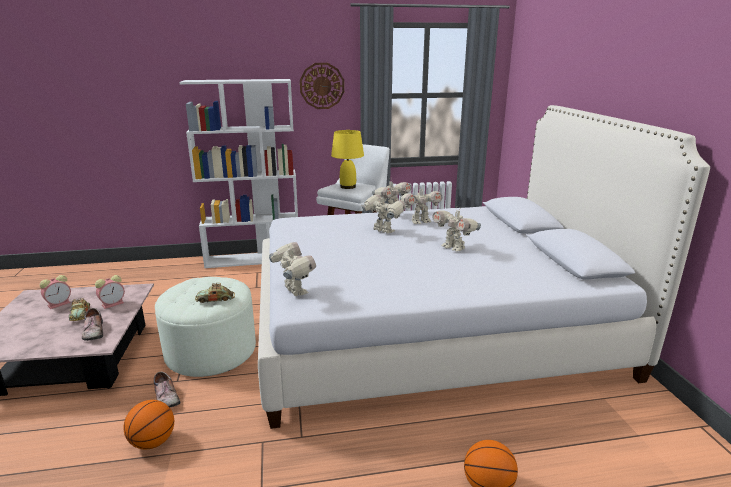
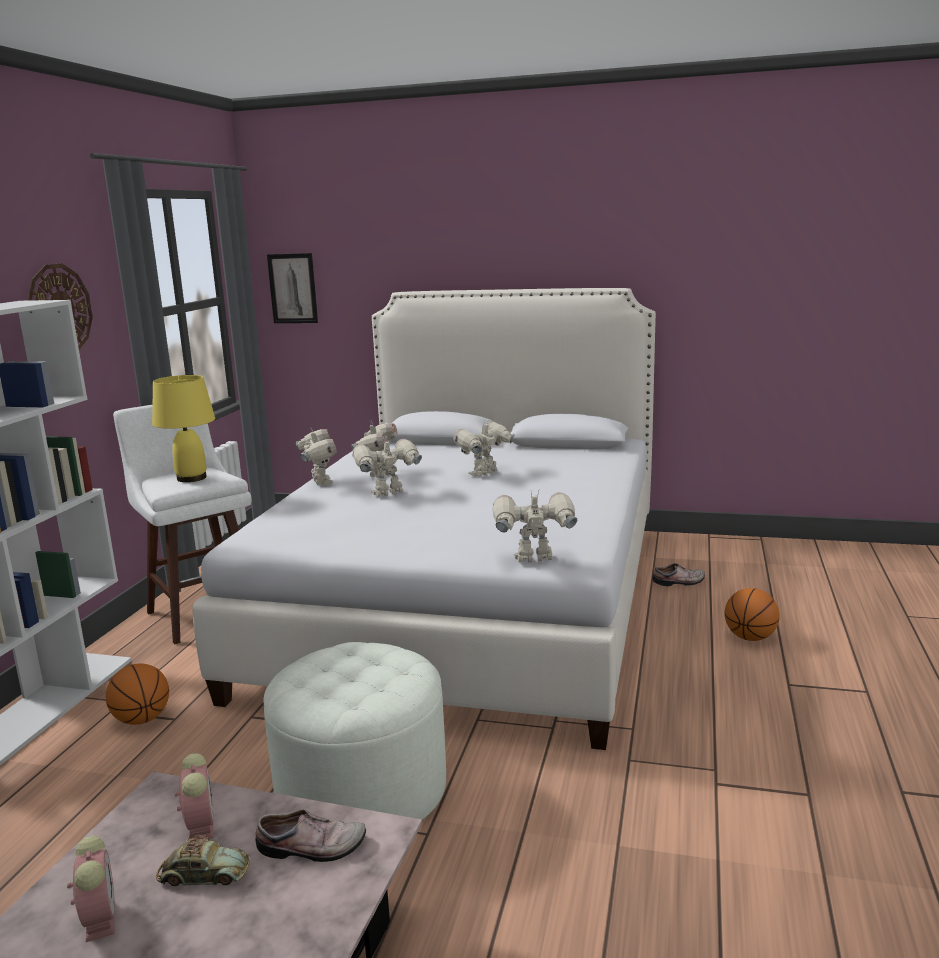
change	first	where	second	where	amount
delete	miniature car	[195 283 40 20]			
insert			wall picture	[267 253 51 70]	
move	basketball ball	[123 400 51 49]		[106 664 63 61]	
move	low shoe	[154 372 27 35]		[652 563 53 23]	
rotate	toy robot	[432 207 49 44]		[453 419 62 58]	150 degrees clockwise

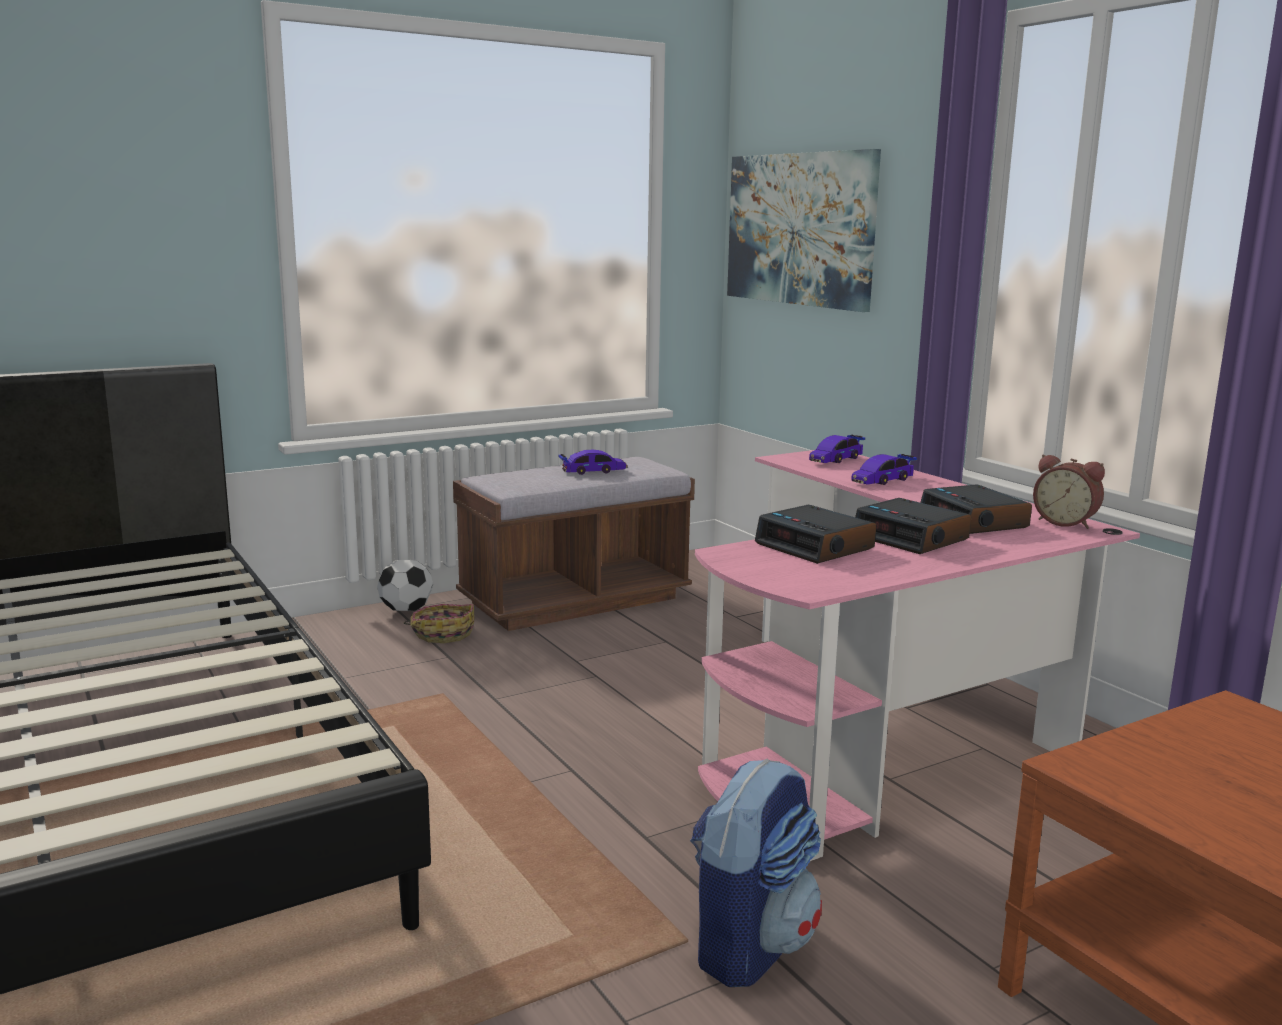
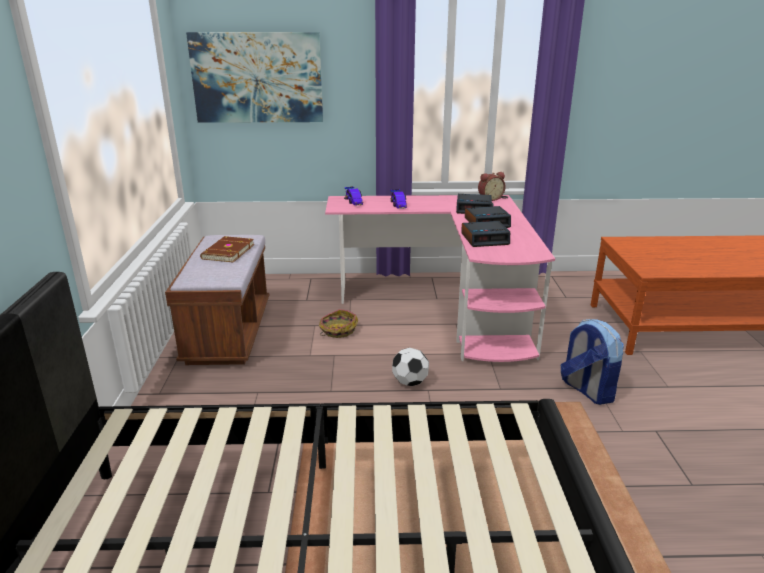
change	first	where	second	where	amount
move	football	[377 560 56 51]		[392 348 37 38]	
move	household basket	[404 604 71 39]		[319 309 39 29]	
replace	miniature car	[558 450 70 25]	brown book	[200 236 55 26]	

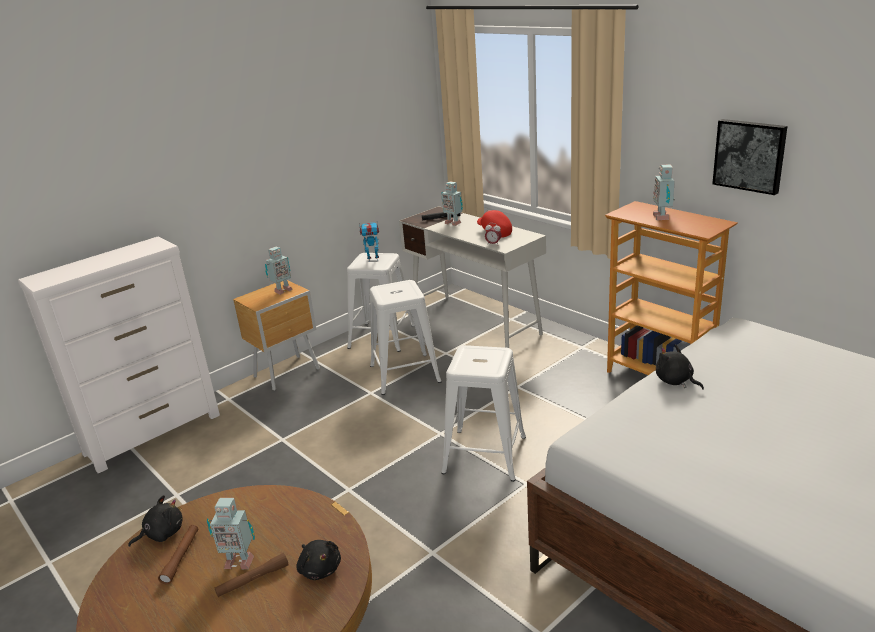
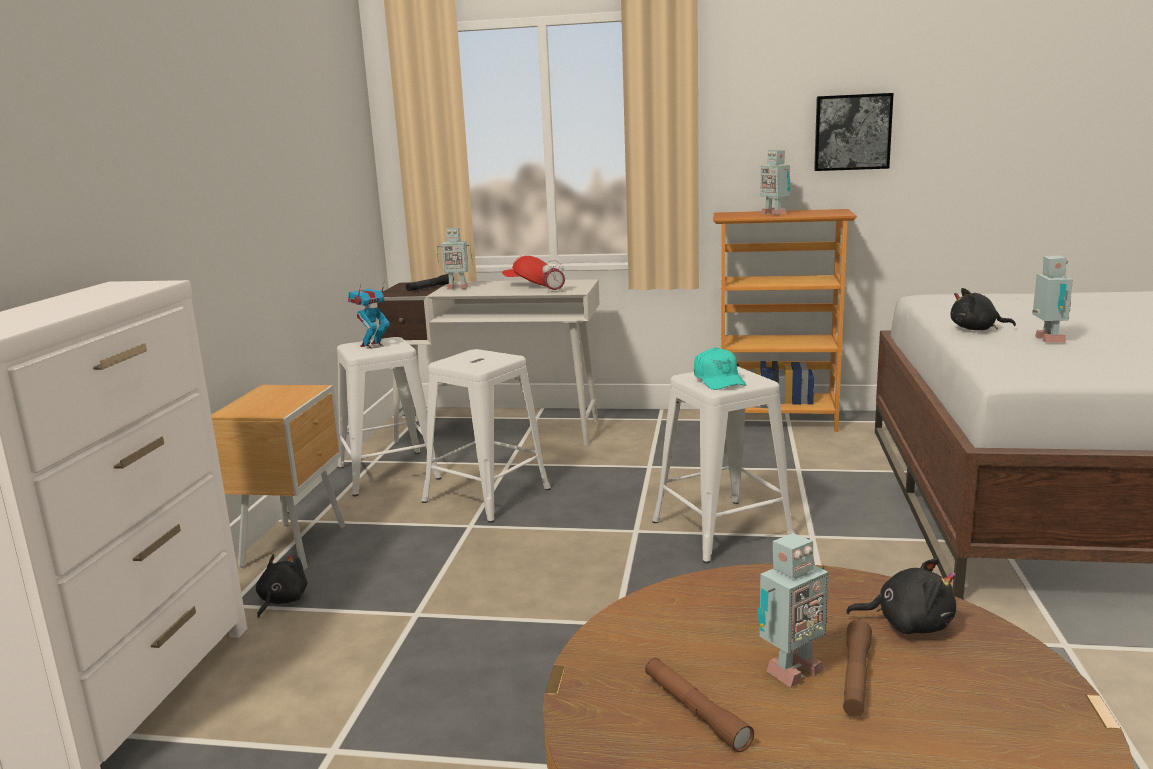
change	first	where	second	where	amount
insert			blue-green cap	[694 347 52 43]	
move	black-coloured plush toy	[128 495 55 52]		[256 553 51 65]	
move	toy robot	[265 247 28 48]		[1032 255 41 88]	

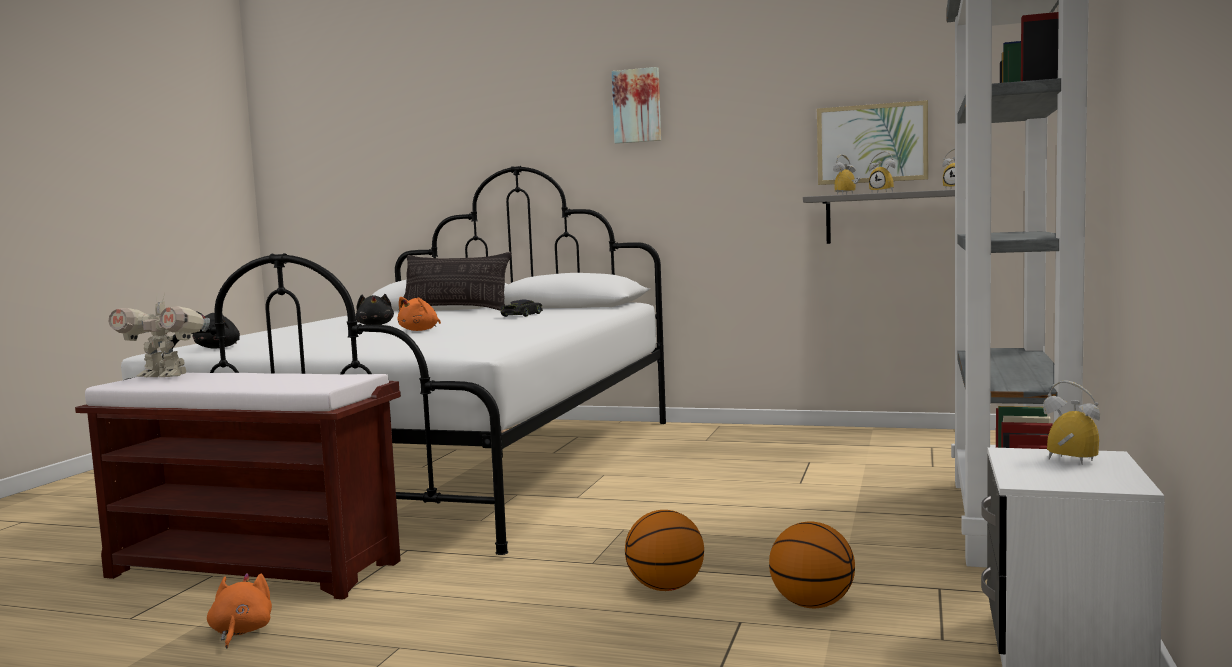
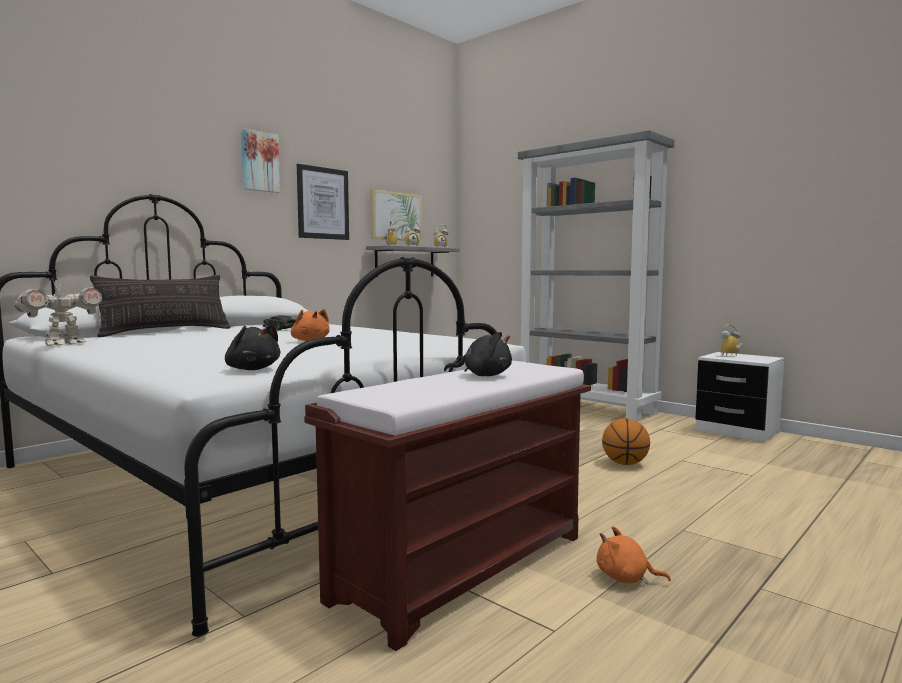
change	first	where	second	where	amount
delete	basketball ball	[769 522 86 86]			
insert			wall picture	[297 164 52 76]	
move	toy robot	[108 293 102 84]		[14 278 89 68]	
move	black-coloured plush toy	[355 294 39 31]		[444 332 68 44]	

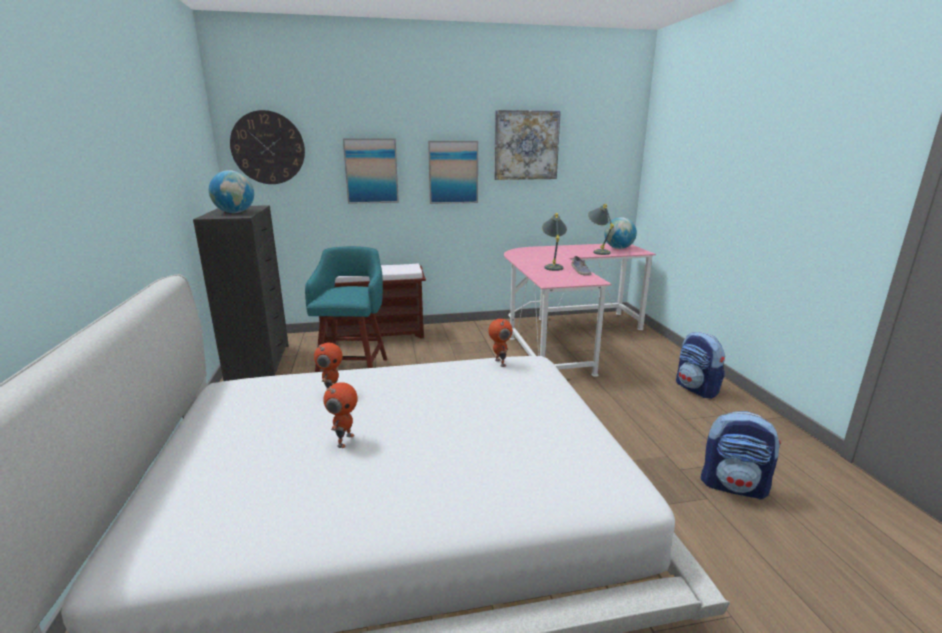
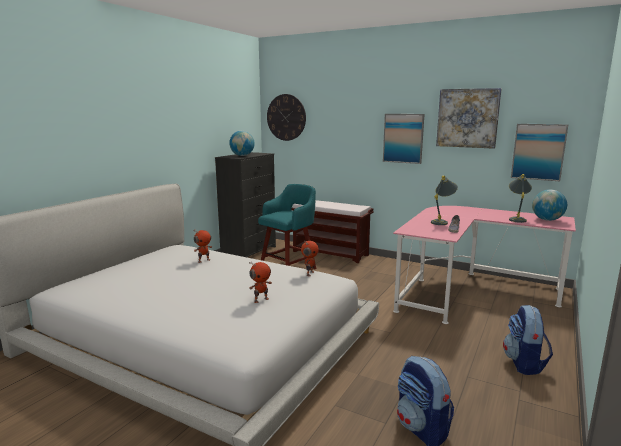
change	first	where	second	where	amount
move	toy robot	[323 382 35 66]		[249 261 23 42]	
move	wall picture	[343 138 56 66]		[511 124 58 57]	

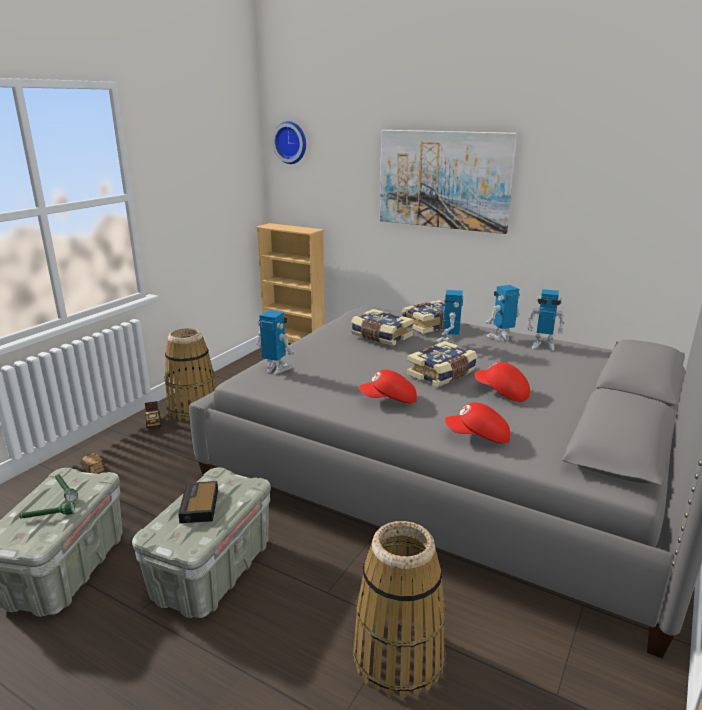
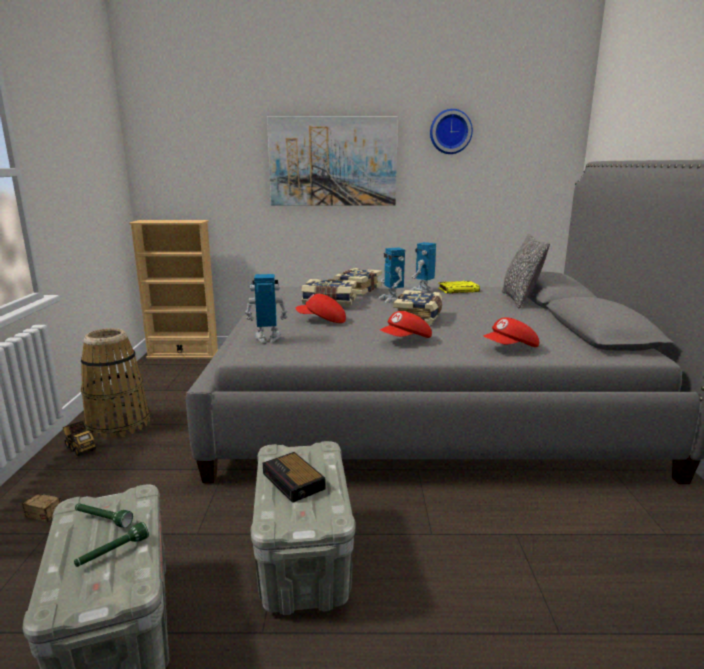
change	first	where	second	where	amount
delete	household basket	[353 521 93 177]			
insert			pillow	[502 234 48 74]	
move	wall clock	[272 121 34 43]		[430 109 43 45]	
move	red cap	[475 362 55 40]		[296 294 50 29]	
replace	toy robot	[528 289 37 62]	yellowish book	[438 281 42 12]	

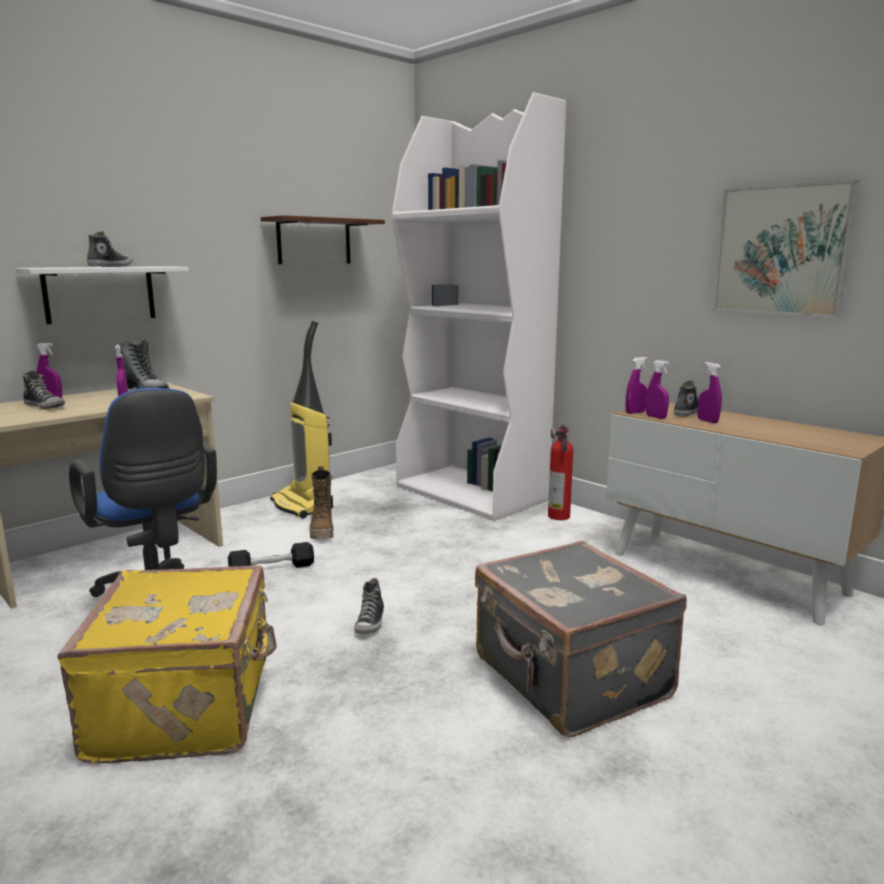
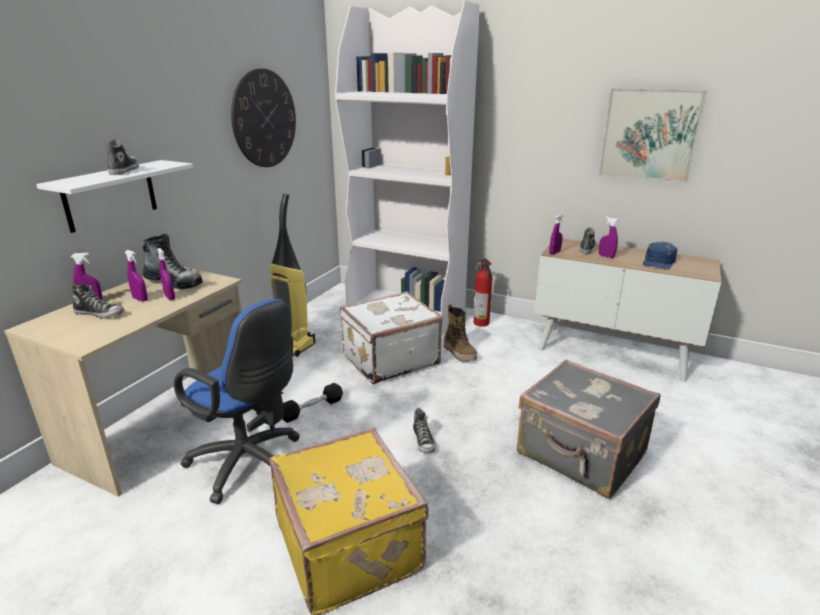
change	first	where	second	where	amount
insert			white suitcase	[340 291 103 93]	
insert			blue cap	[643 242 34 28]	
move	tall boot	[310 466 23 73]		[444 304 33 58]	
move	purplish sprayer	[646 360 23 59]		[125 250 23 51]	
replace	brown shelf	[261 215 124 49]	wall clock	[231 68 65 99]	

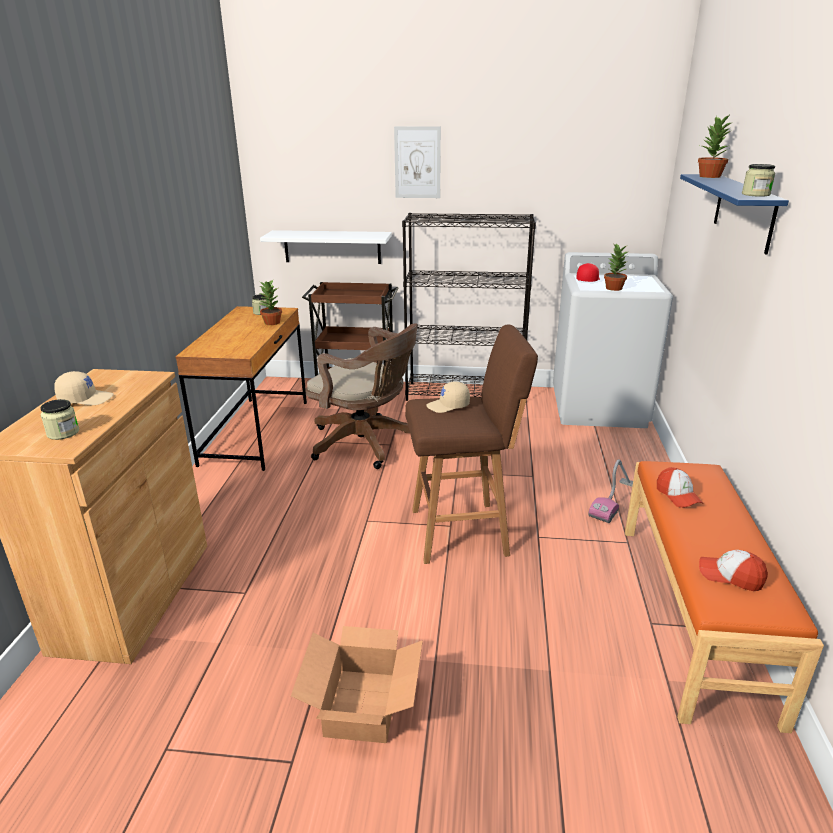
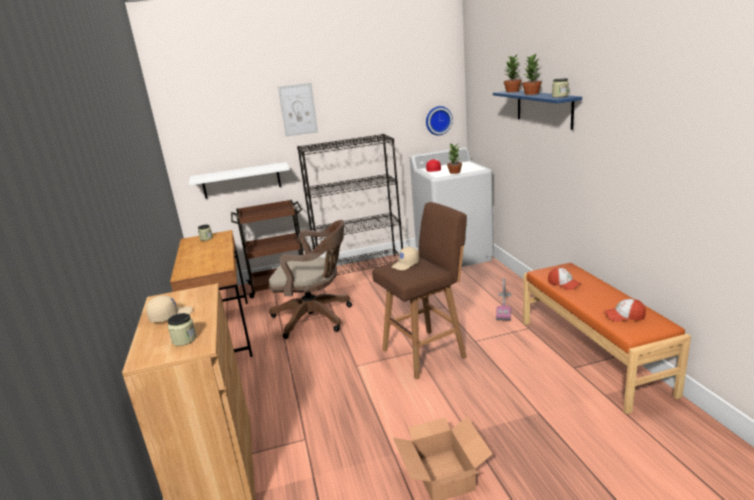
change	first	where	second	where	amount
insert			wall clock	[426 106 27 29]	
move	houseplant	[258 280 24 45]		[522 54 20 41]	

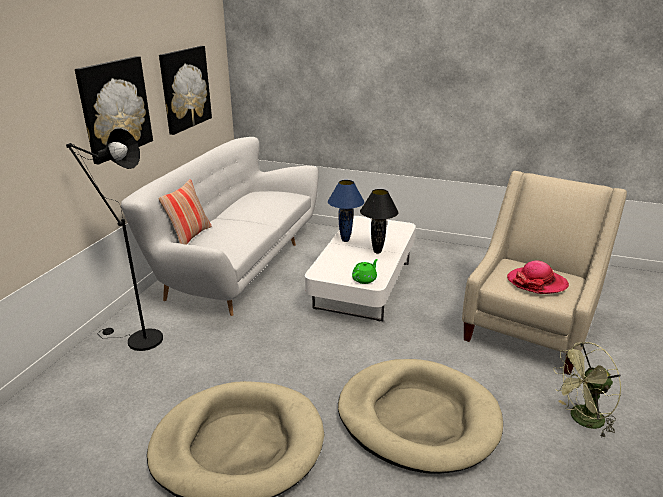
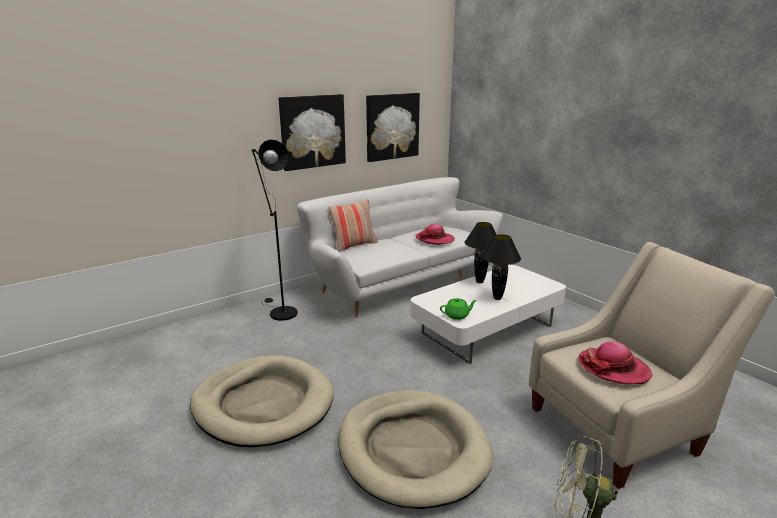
change	first	where	second	where	amount
insert			clothing hat	[416 224 39 21]	
recolor	blue lamp for a table	[328 180 36 62]	black-coloured lamp for a table	[465 222 31 61]	

